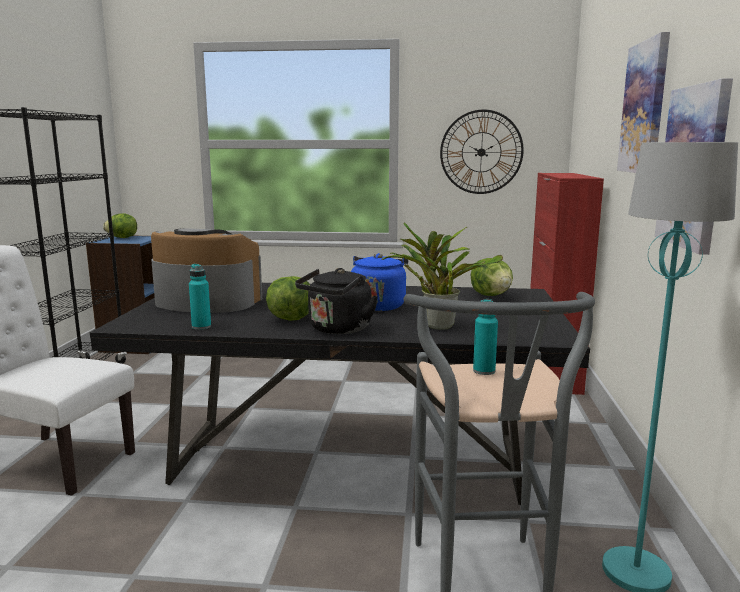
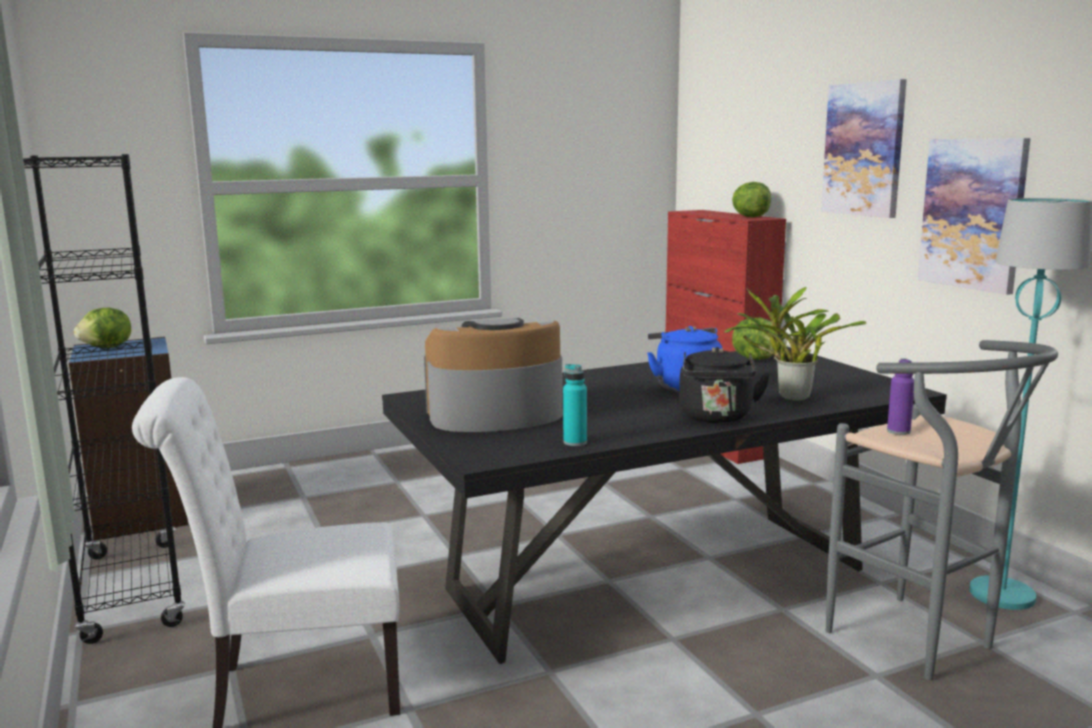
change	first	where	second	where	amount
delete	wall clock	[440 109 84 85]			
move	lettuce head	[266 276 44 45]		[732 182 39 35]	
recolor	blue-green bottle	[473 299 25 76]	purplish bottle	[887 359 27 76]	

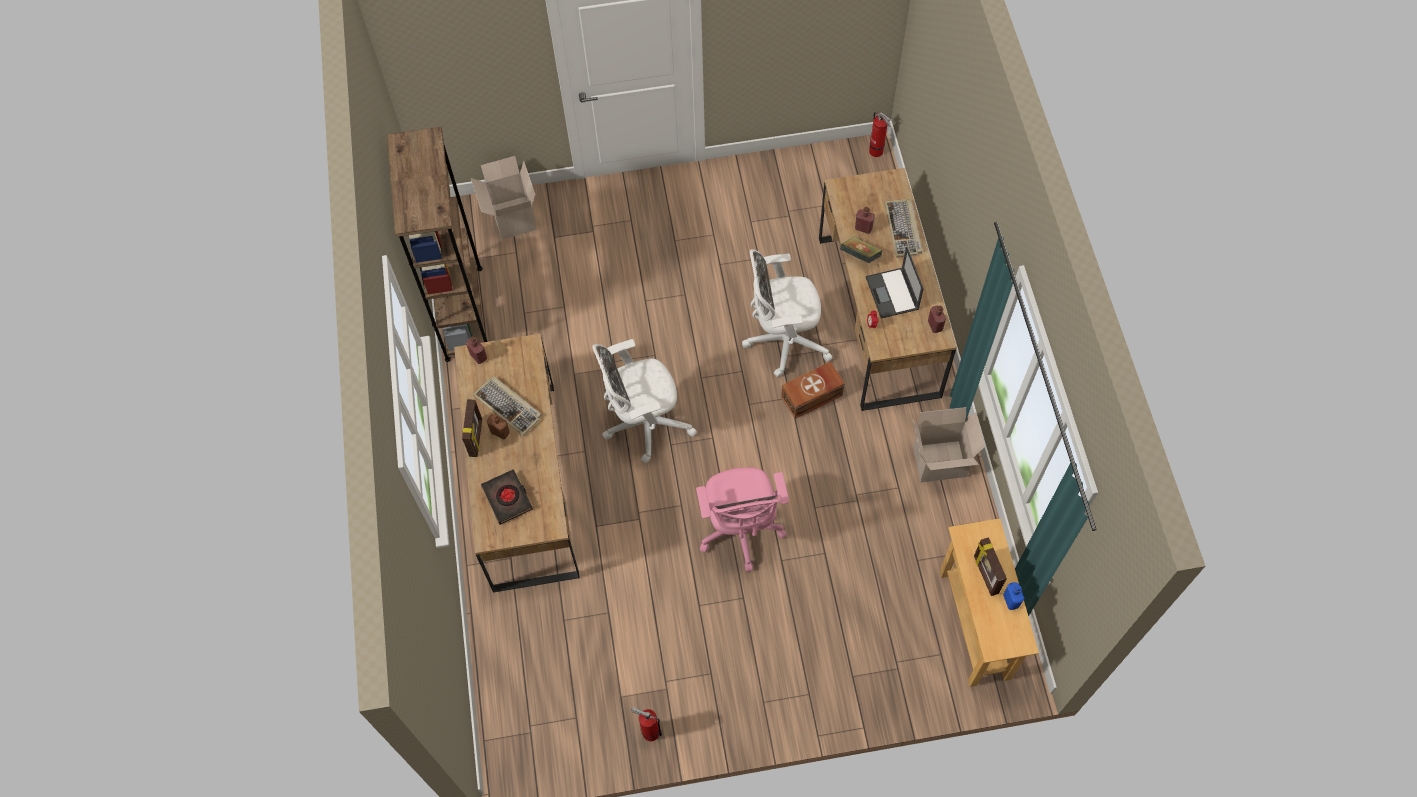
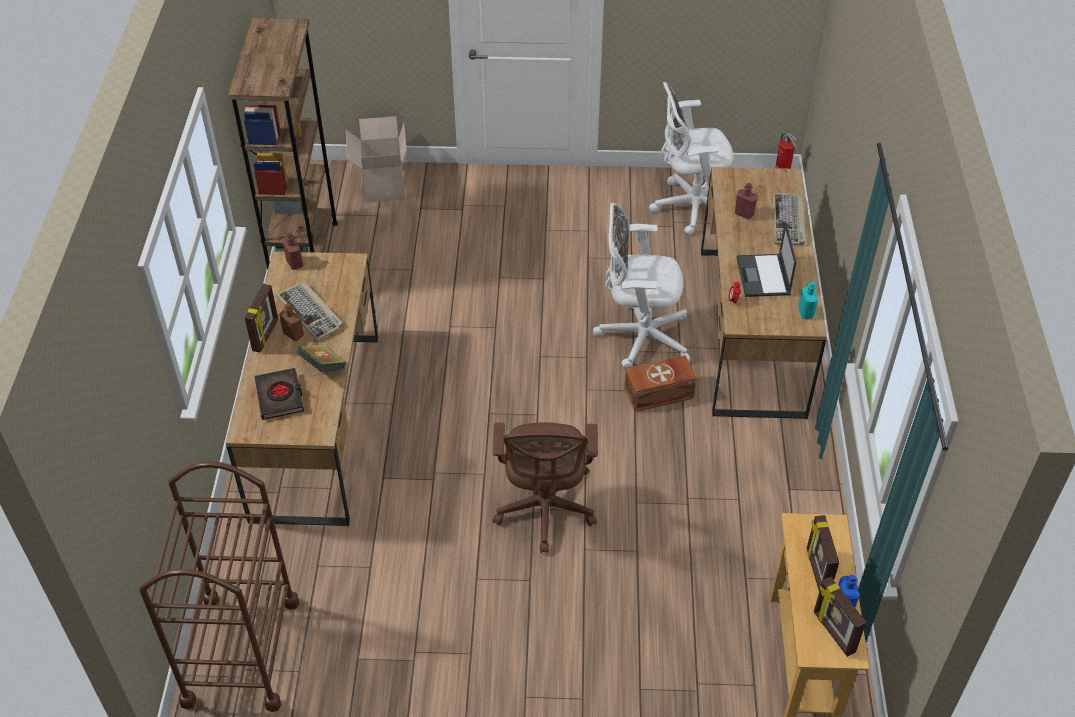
change	first	where	second	where	amount
delete	fire extinguisher	[631 707 31 34]			
delete	packing box	[913 407 72 75]			
insert			brown wheeled cart	[139 461 160 251]	
insert			picture frame	[814 577 52 80]	
move	white computer chair	[592 339 105 124]		[649 82 85 153]	
move	book	[840 237 43 26]		[297 344 50 28]	
recolor	pinkish computer chair	[696 467 93 105]	brown computer chair	[492 422 106 131]	
recolor	red bottle	[928 305 18 28]	blue-green bottle	[798 282 20 37]	

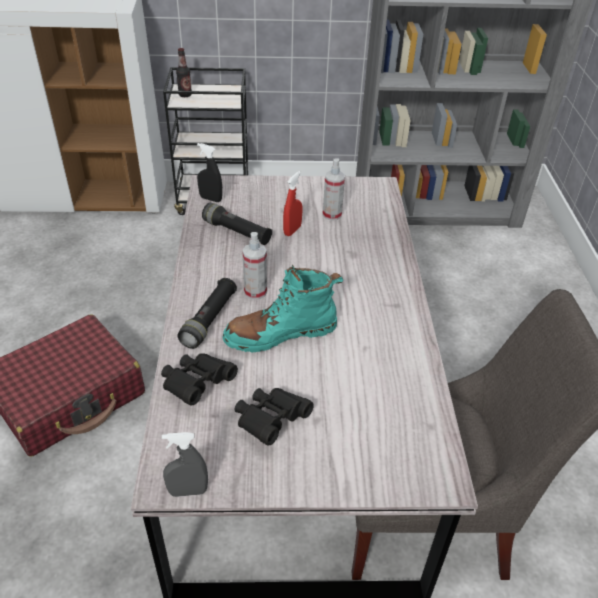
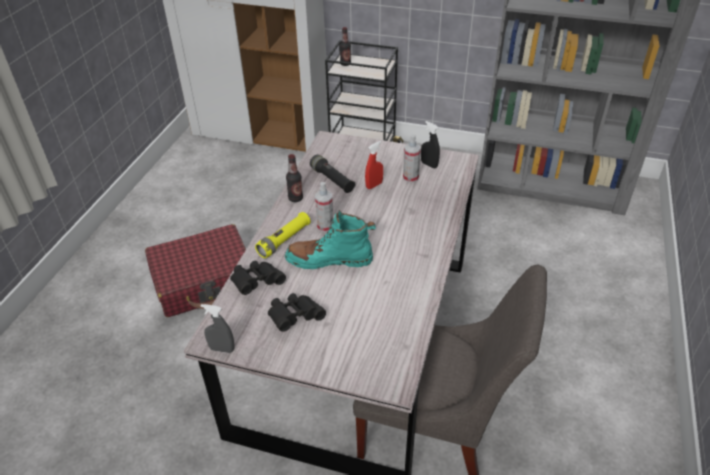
change	first	where	second	where	amount
insert			bottle	[286 154 17 48]	
move	black-coloured sprayer	[197 143 25 59]		[421 121 19 47]	
recolor	black-coloured hand torch	[178 278 59 71]	yellowish hand torch	[255 212 56 46]	

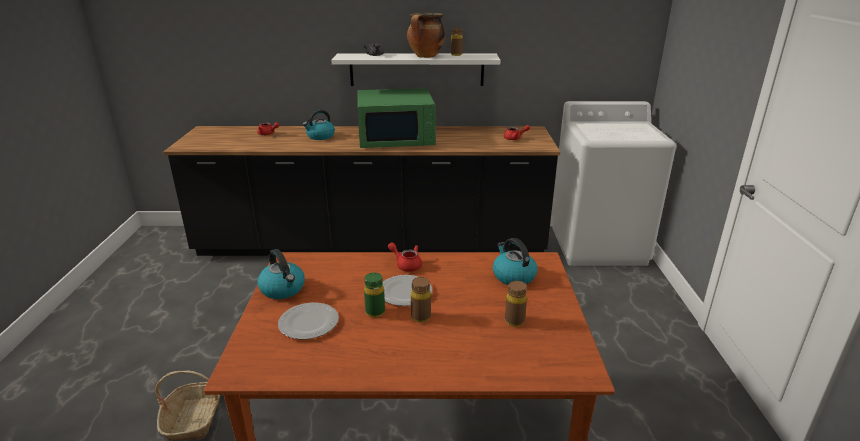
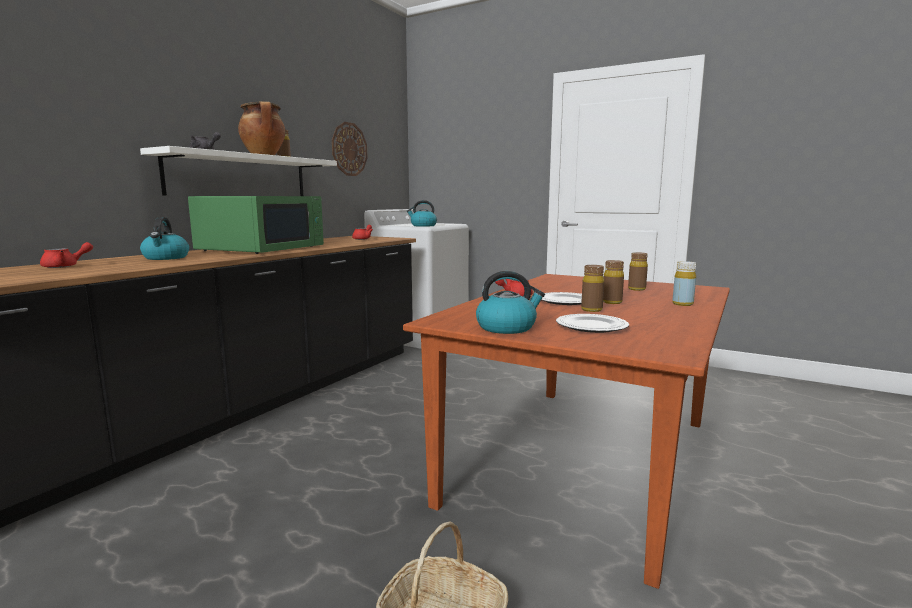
change	first	where	second	where	amount
insert			wall clock	[332 122 36 54]	
insert			yellowish bottle	[672 261 24 45]	
move	water kettle	[493 238 44 47]		[407 200 30 27]	
recolor	green-coloured bottle	[364 273 21 45]	brown bottle	[581 265 23 47]	

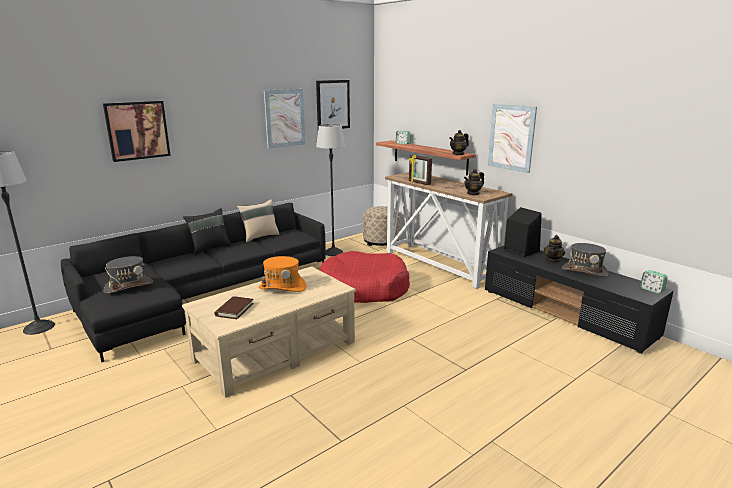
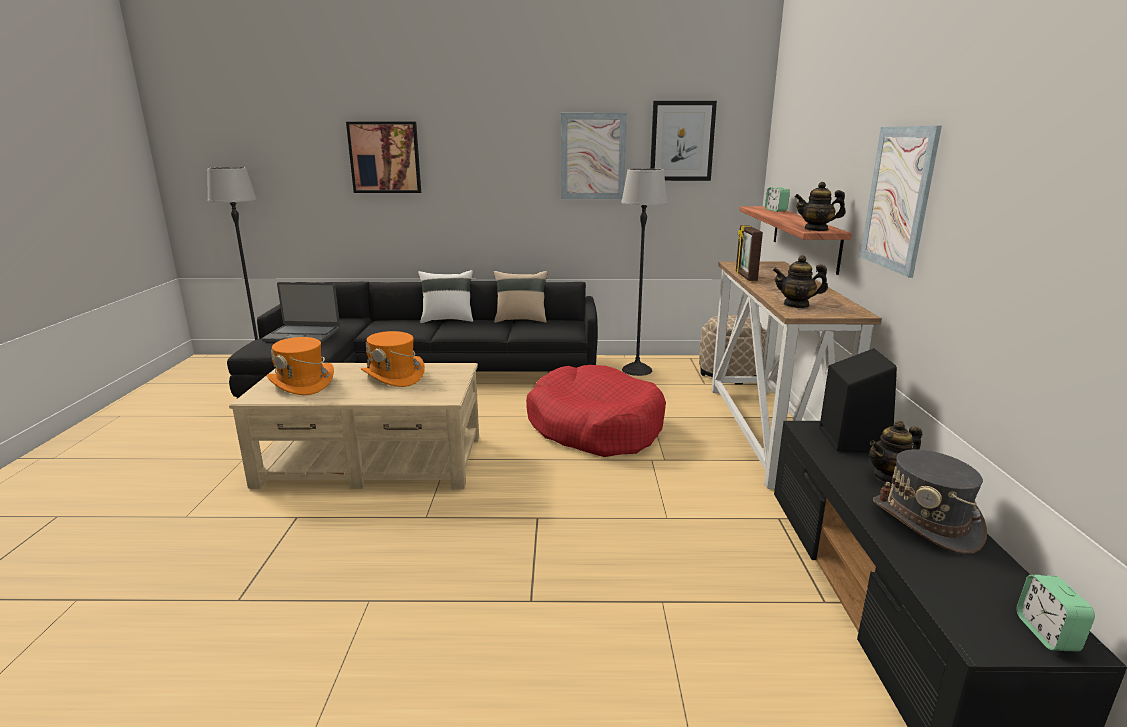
change	first	where	second	where	amount
replace	greyish clothing hat	[104 256 50 37]	portable computer	[262 282 78 61]	
replace	brown book	[215 296 39 23]	orange clothing hat	[267 337 67 58]	
recolor	black-coloured pillow	[183 208 48 47]	white pillow	[418 270 55 53]	

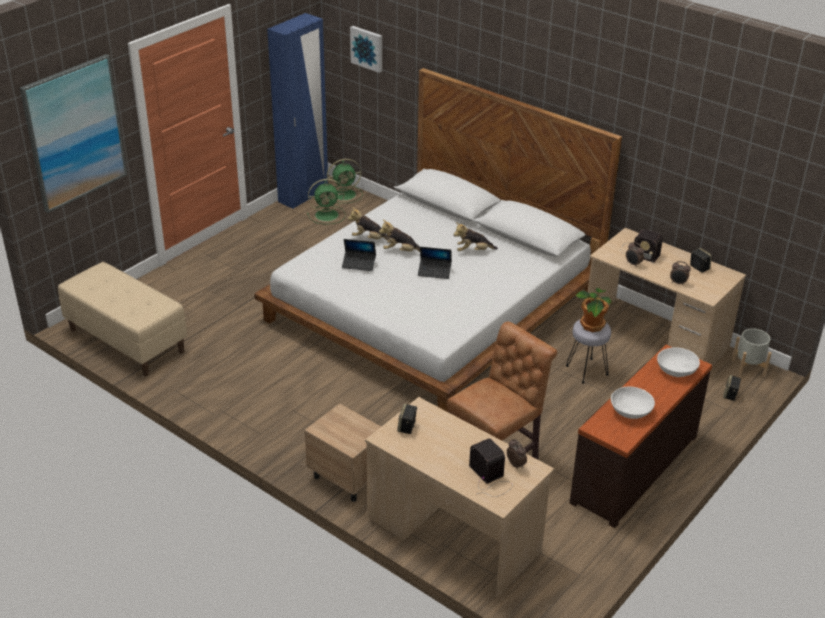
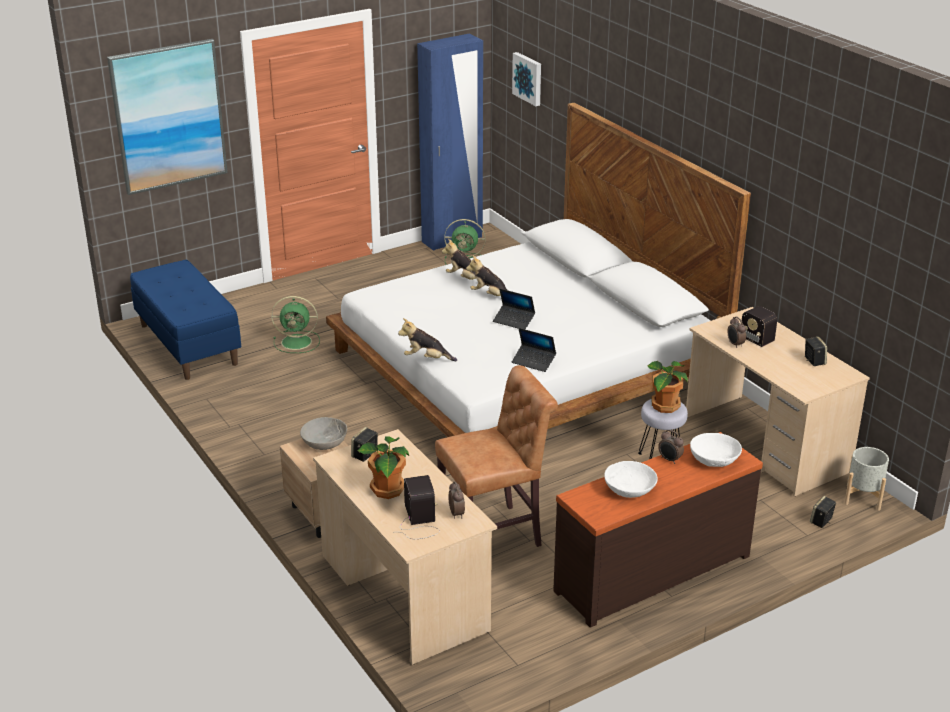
change	first	where	second	where	amount
insert			greyish bowl	[300 417 47 33]	
insert			houseplant	[358 436 51 63]	
move	green-coloured fan	[327 159 36 44]		[271 296 49 57]	
move	portable computer	[342 239 34 32]		[512 328 44 44]	
move	plush toy	[454 222 44 29]		[398 318 59 43]	
move	alarm clock	[670 261 21 25]		[658 430 26 34]	
recolor	sand-coloured indoor bench	[58 262 129 114]	blue indoor bench	[130 260 111 120]	

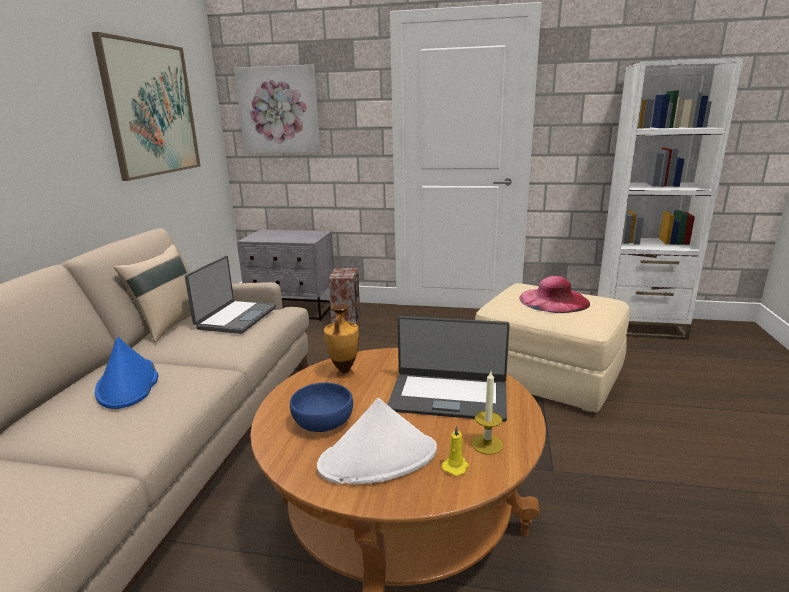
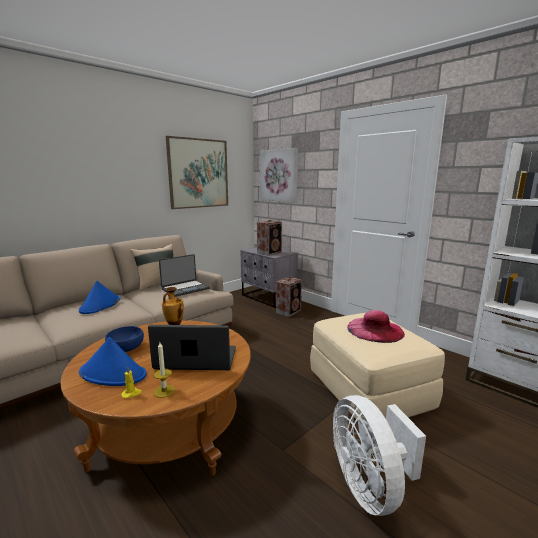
change	first	where	second	where	amount
insert			speaker	[257 220 25 36]	
insert			white fan	[333 395 93 121]	
recolor	white clothing hat	[317 398 120 86]	blue clothing hat	[79 337 68 49]	
rotate	portable computer	[387 316 123 106]		[148 325 88 45]	135 degrees clockwise

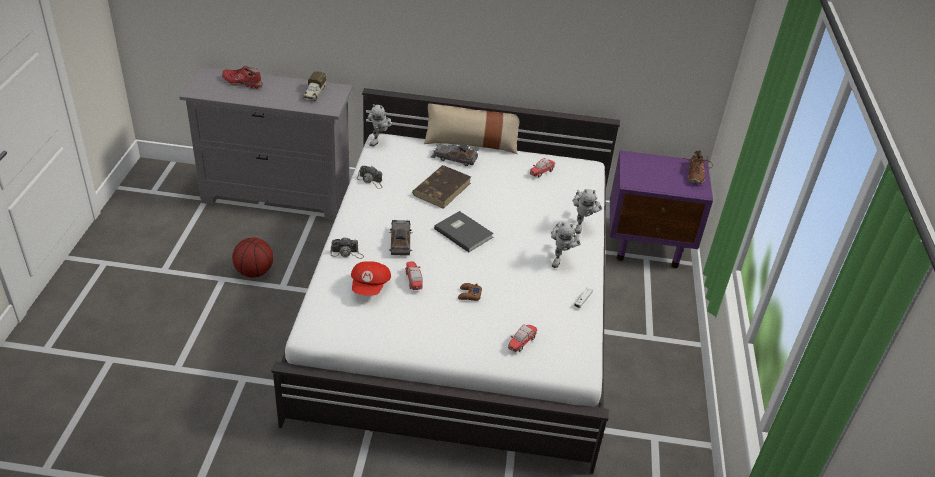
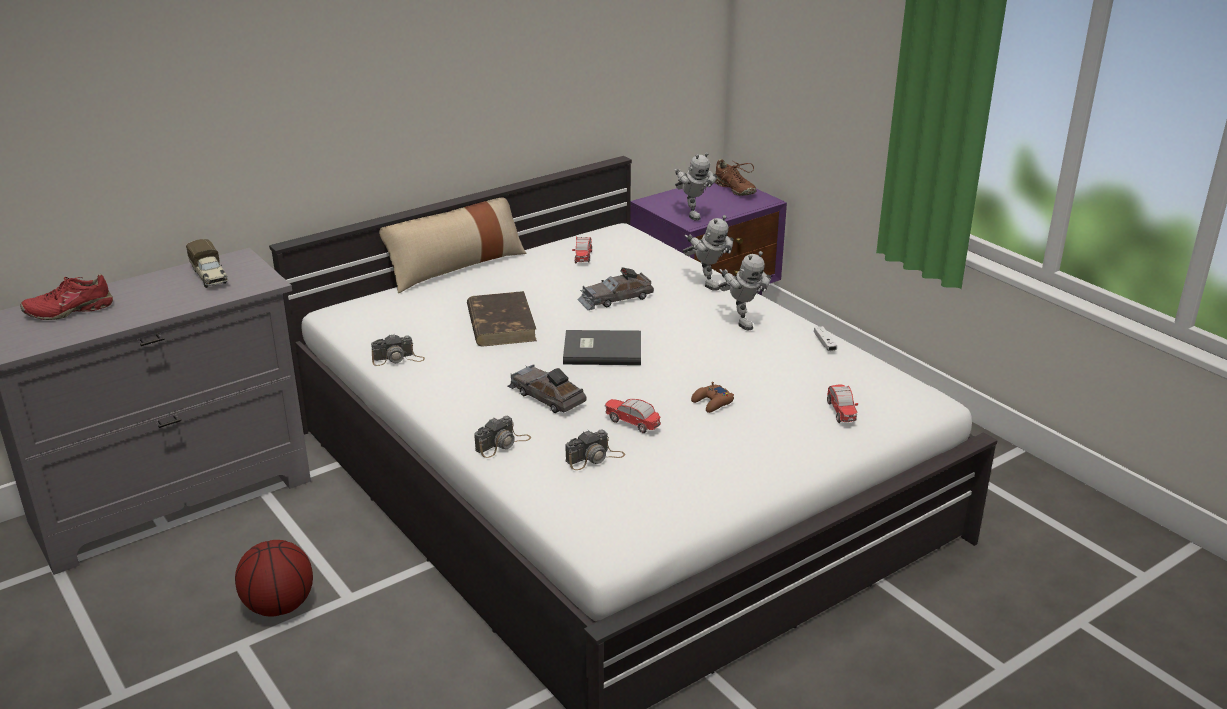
change	first	where	second	where	amount
move	toy robot	[368 104 24 43]		[674 152 43 68]	
move	greyish miniature car	[431 143 47 23]		[577 267 77 43]	
replace	red cap	[351 262 40 34]	still camera	[565 429 60 41]	

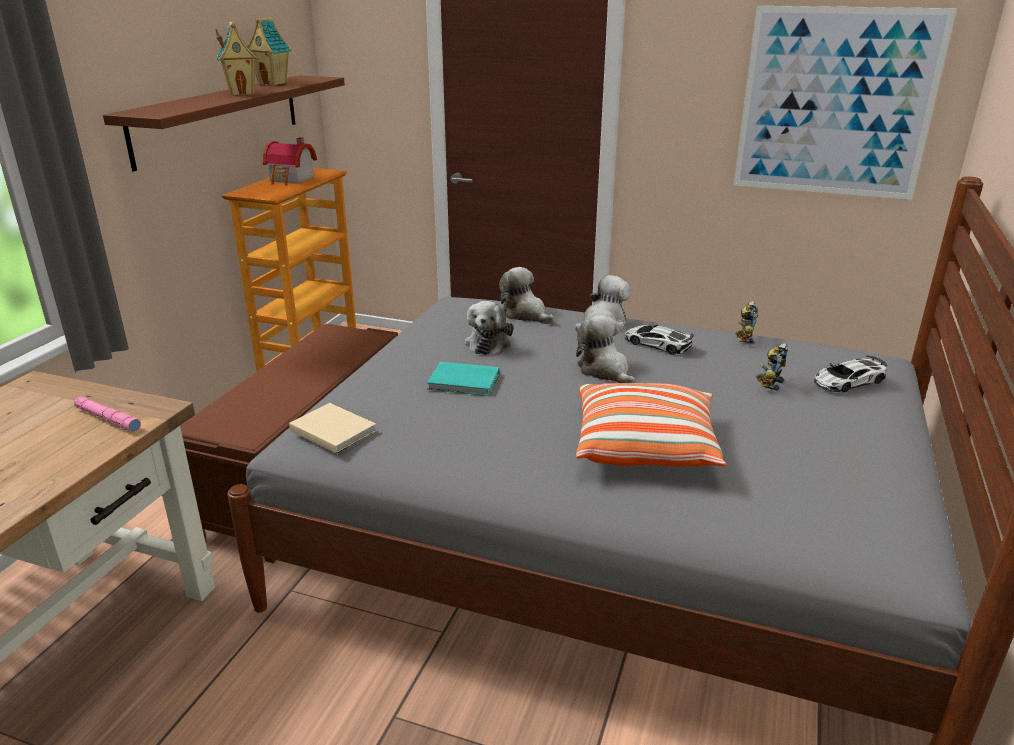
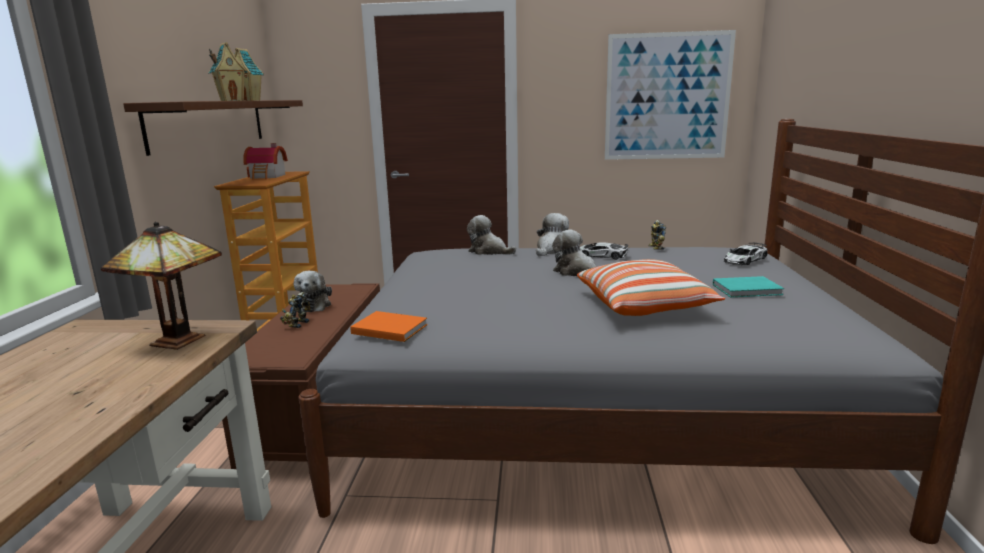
change	first	where	second	where	amount
move	blue-green book	[427 362 72 34]		[713 276 71 21]	
move	plush toy	[465 301 48 54]		[294 271 38 41]	
move	toy robot	[756 343 32 48]		[280 292 31 36]	
replace	pinkish hand torch	[74 396 67 36]	lamp for a table	[101 222 121 128]	
recolor	sand-coloured book	[289 403 88 51]	orange book	[350 311 78 31]	

